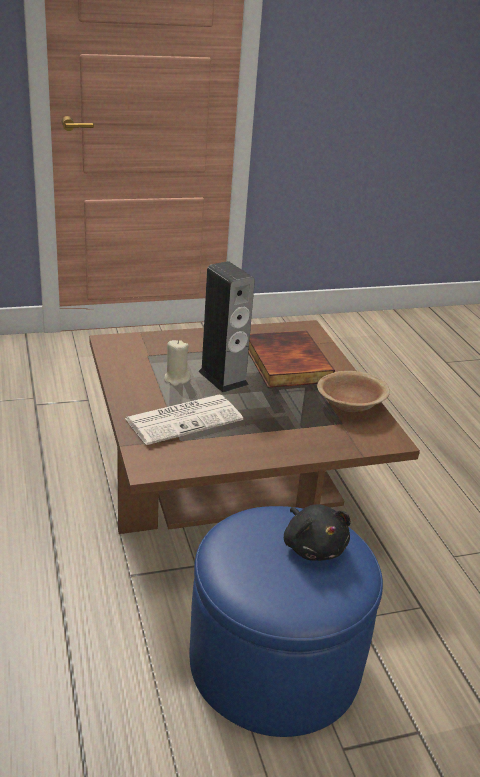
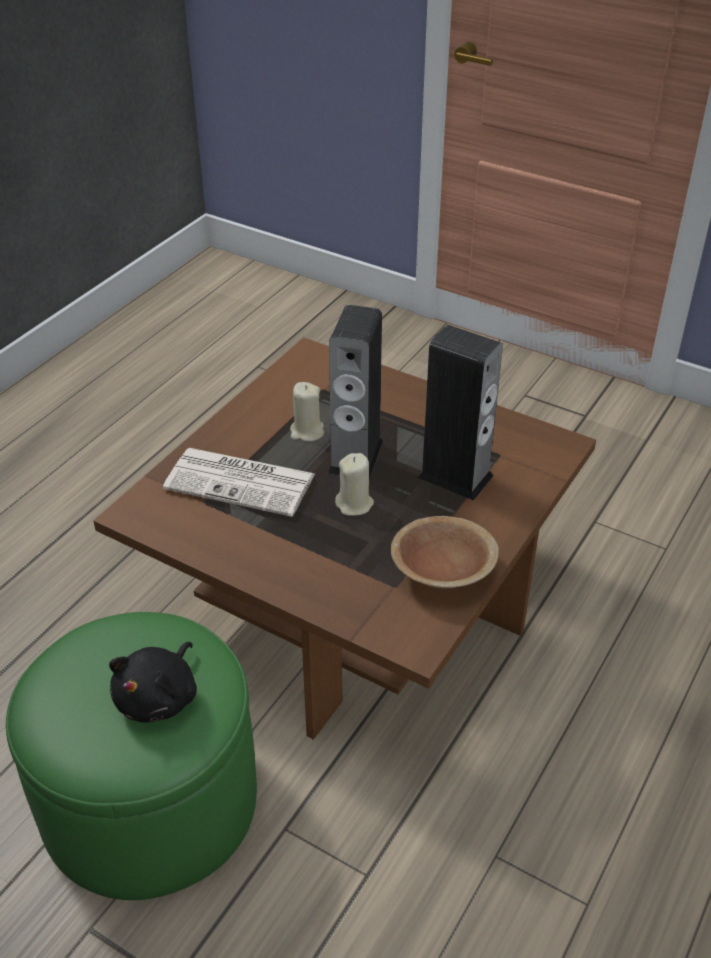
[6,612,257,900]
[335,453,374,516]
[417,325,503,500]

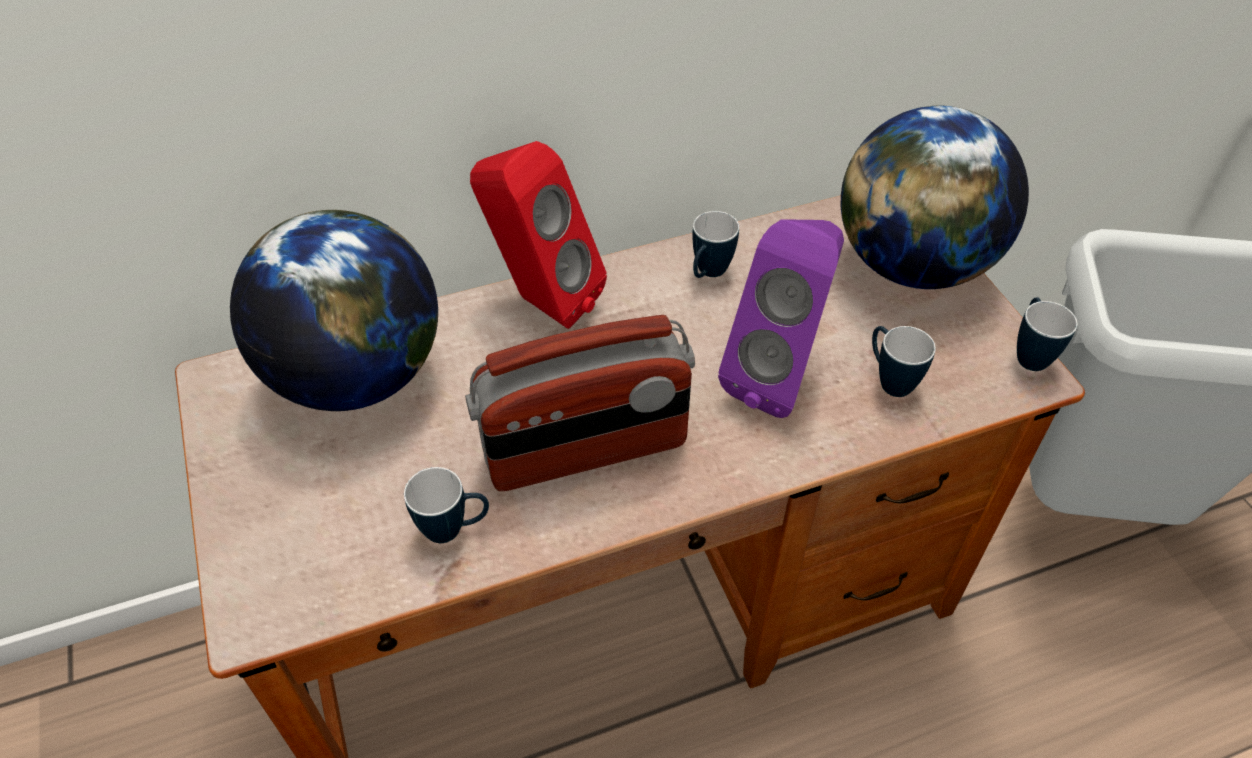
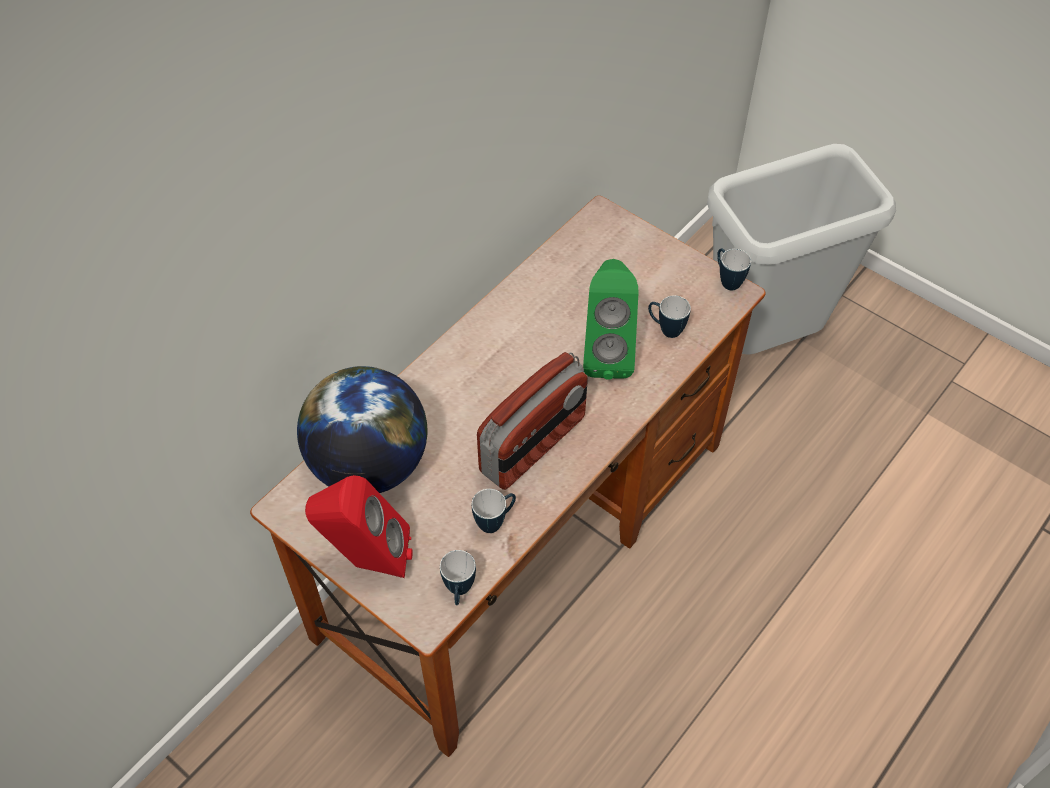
[305,475,413,578]
[440,550,476,605]
[583,259,638,380]
[841,106,1029,289] (first image)

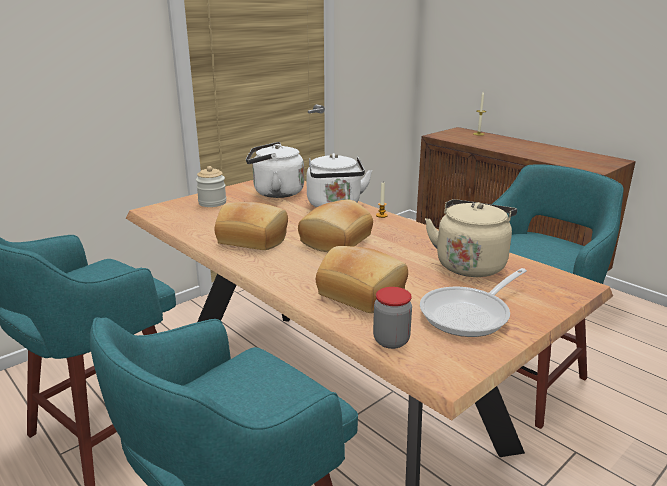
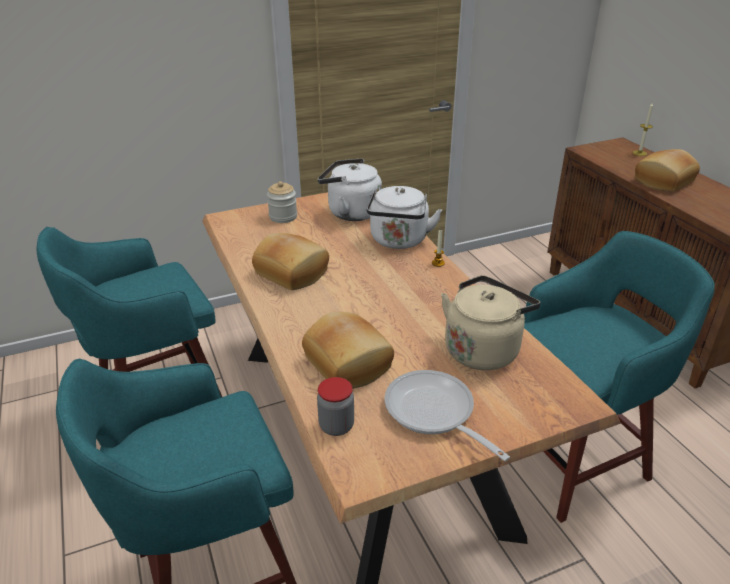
[385,370,510,461]
[635,149,700,191]

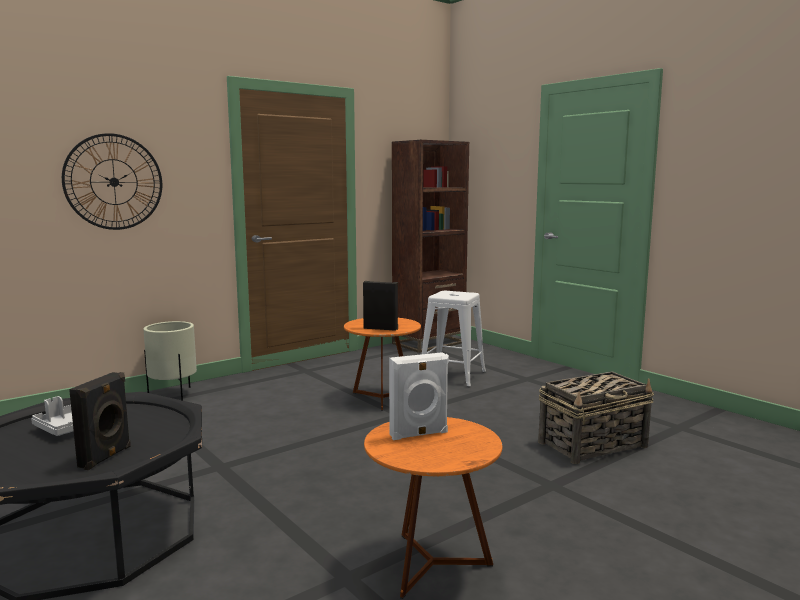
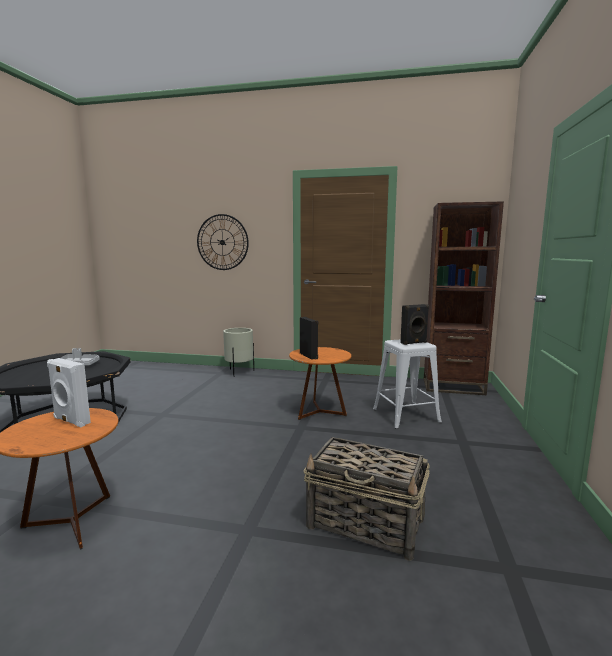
[400,304,429,345]

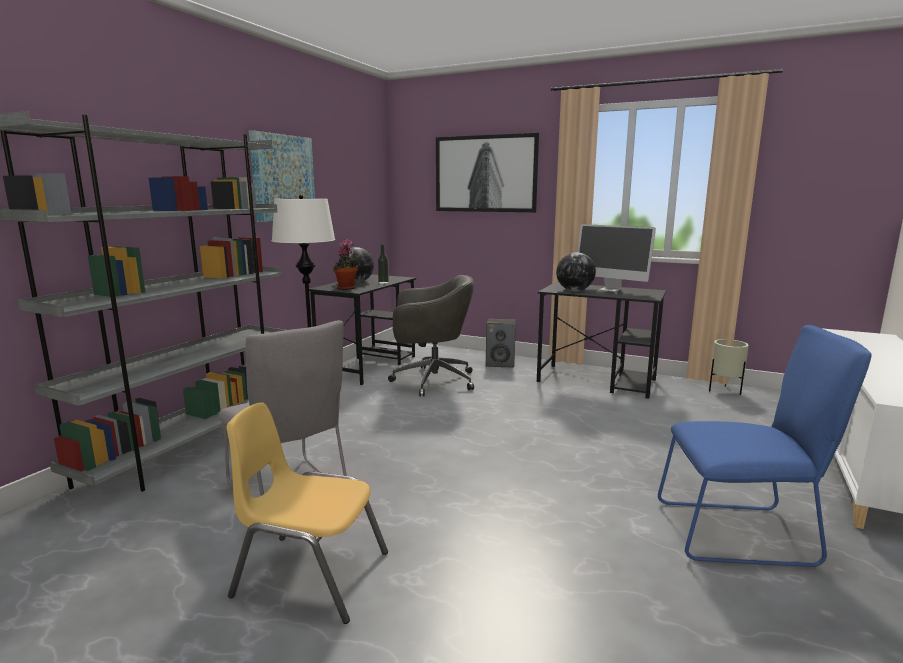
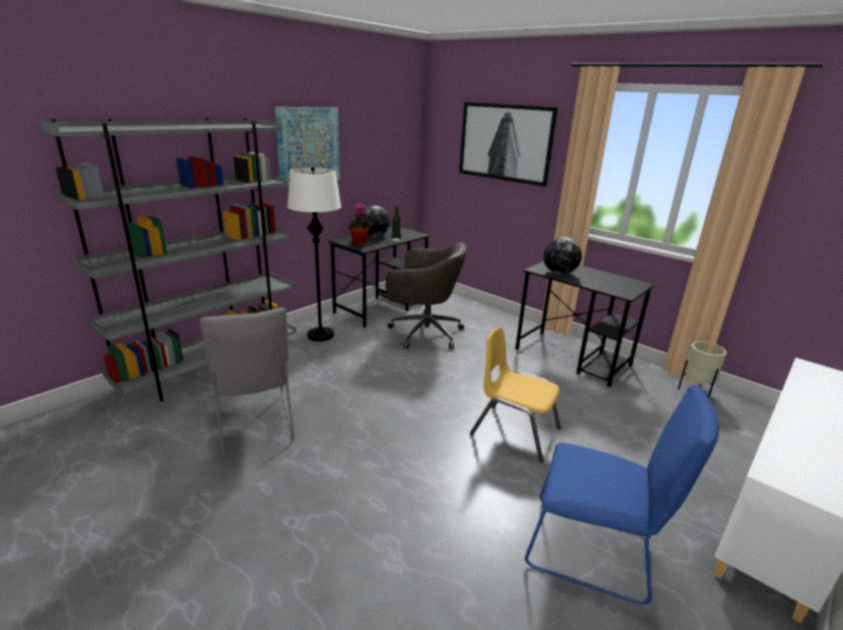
[470,327,561,463]
[486,319,516,368] (first image)
[577,224,656,292] (first image)

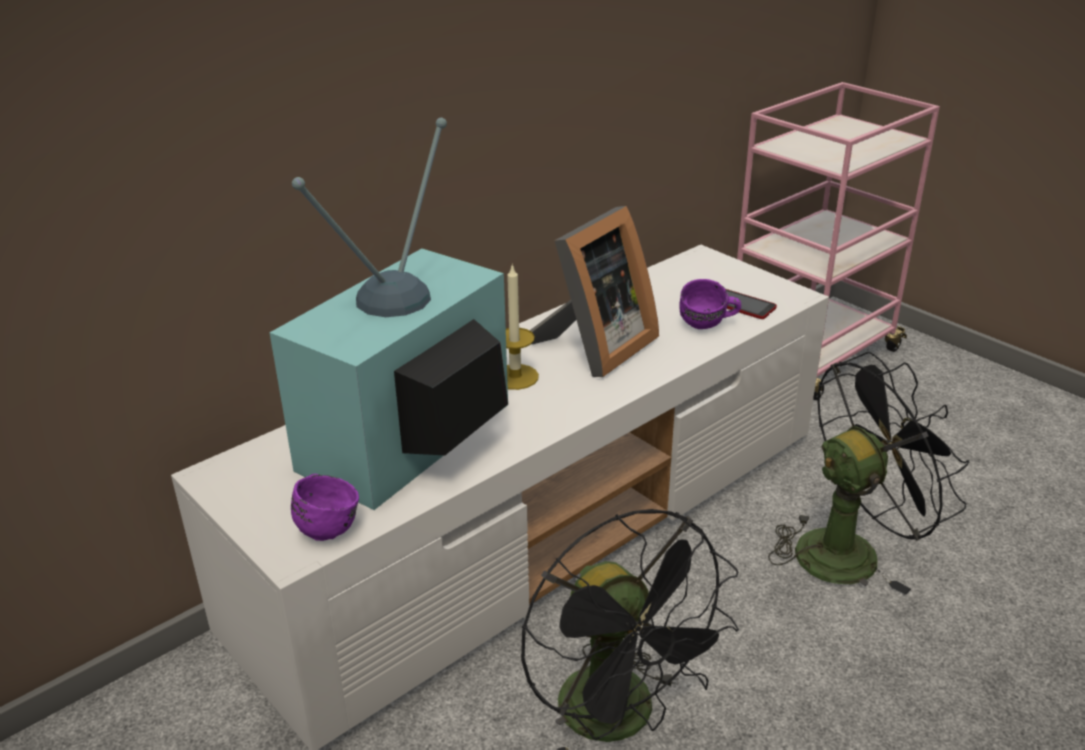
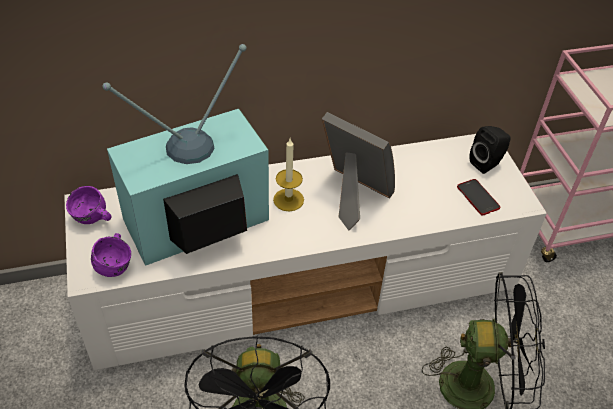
[66,186,111,224]
[322,112,395,231]
[469,126,511,174]

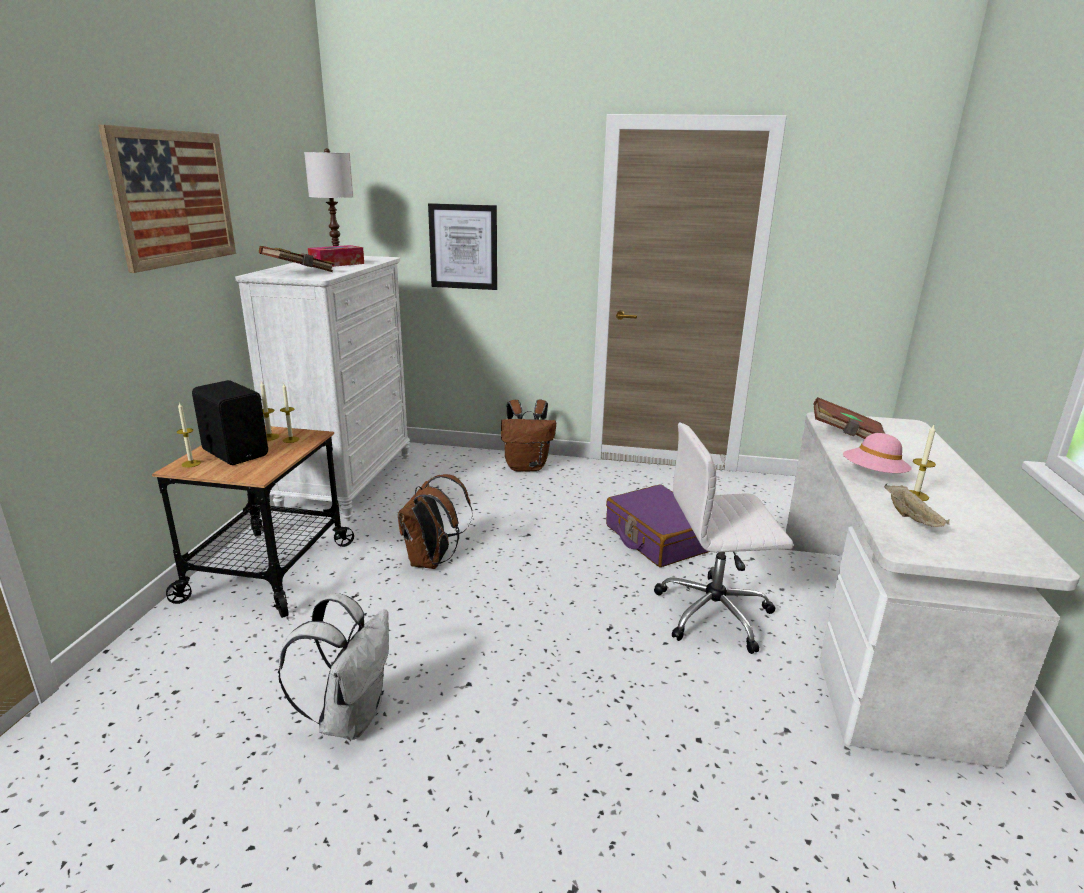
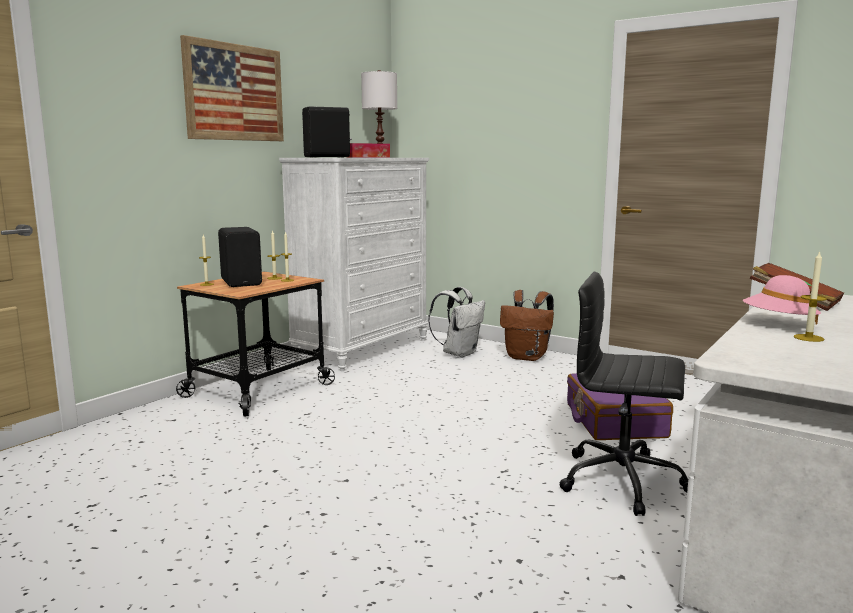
[302,106,352,157]
[428,287,485,358]
[559,272,688,516]
[398,474,473,569] (first image)
[428,203,497,290] (first image)
[884,484,950,527] (first image)

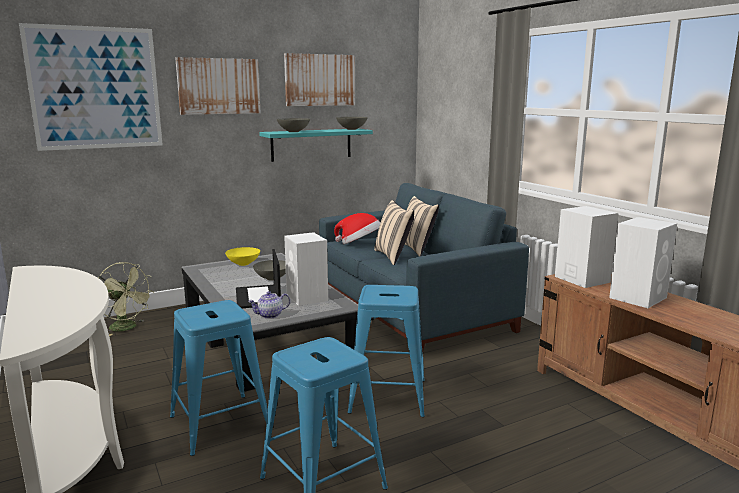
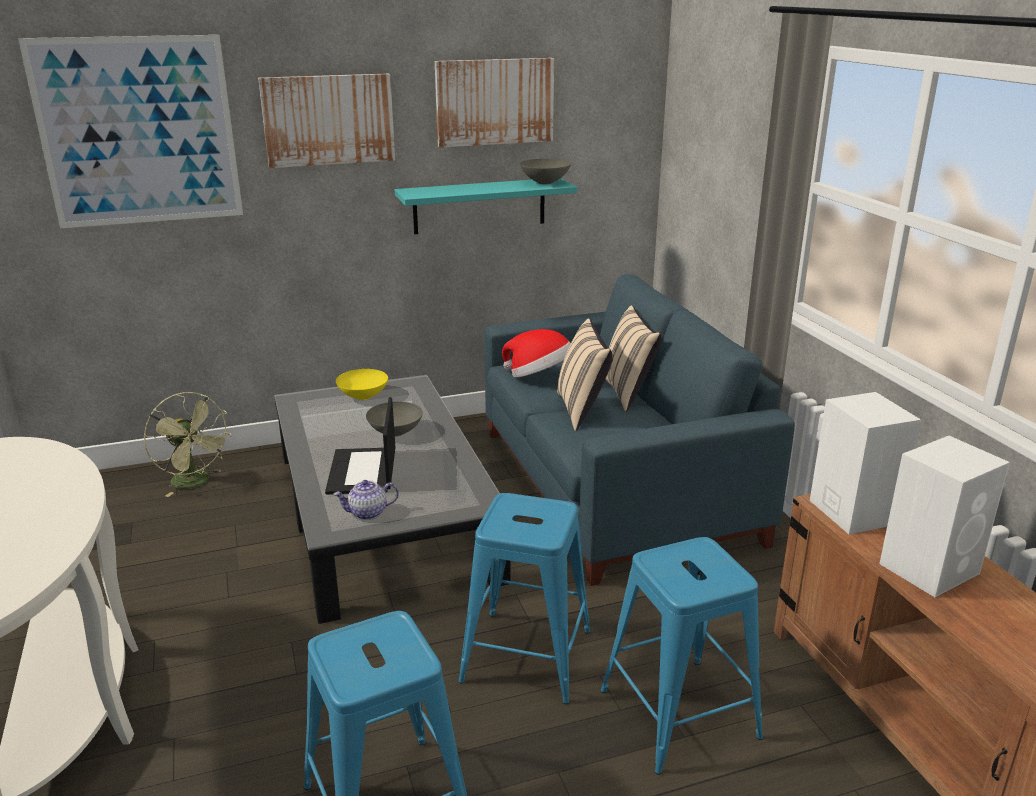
[601,537,763,774]
[277,118,310,132] (first image)
[284,232,328,306] (first image)

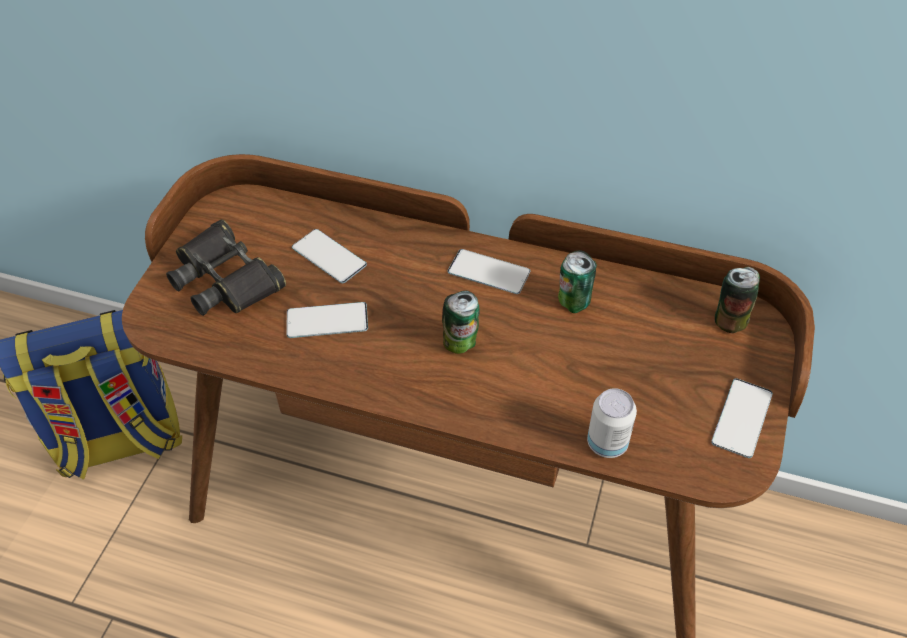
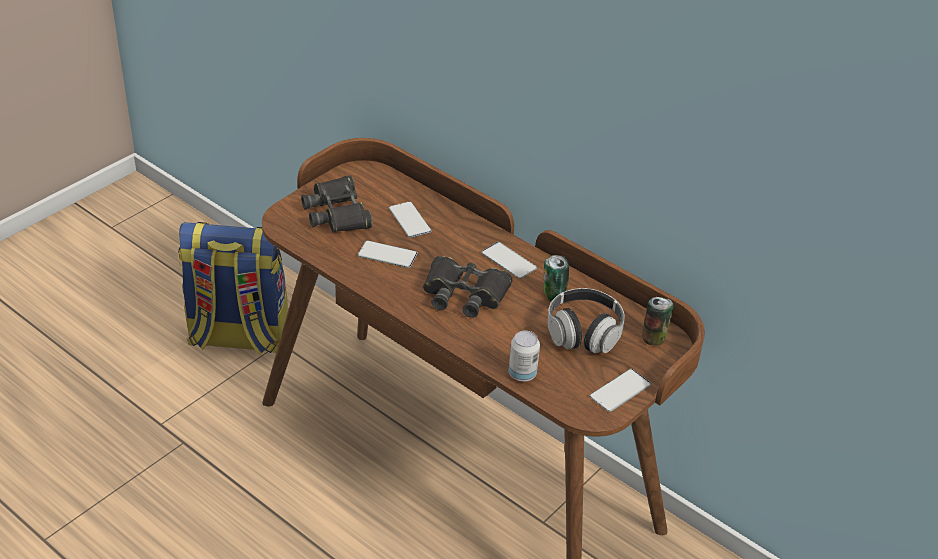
[423,256,513,318]
[547,288,625,353]

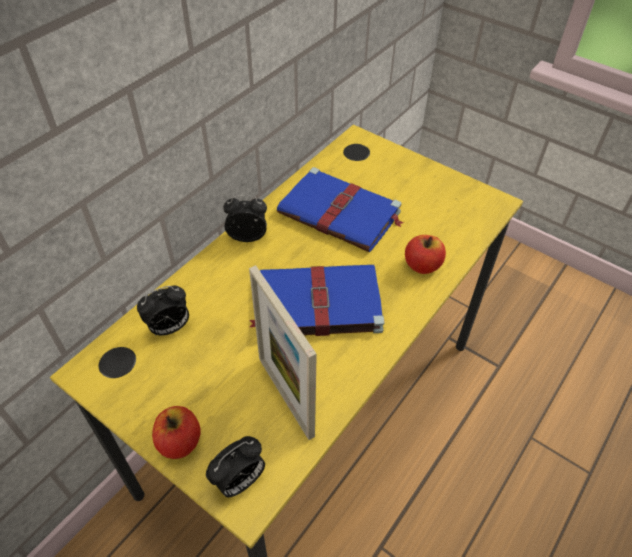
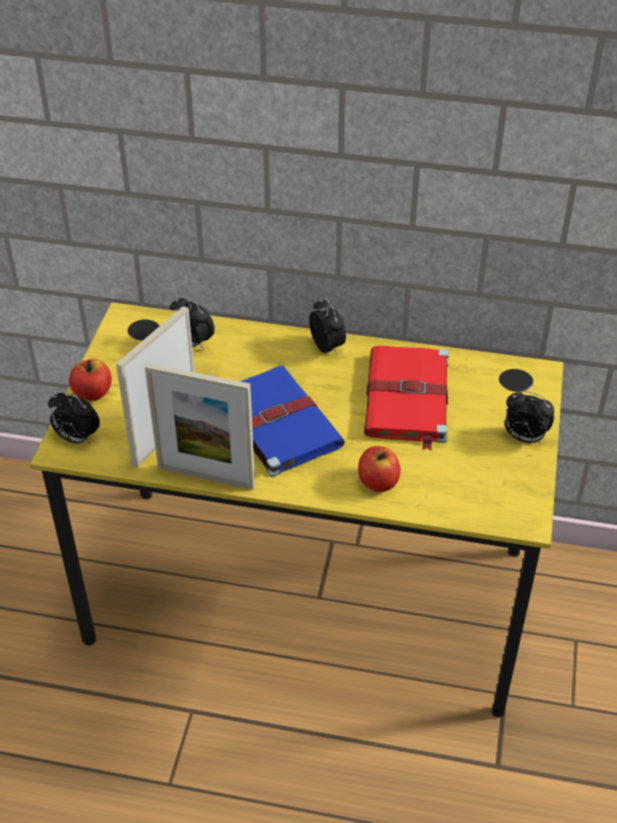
[145,363,255,490]
[364,345,449,450]
[505,391,554,444]

